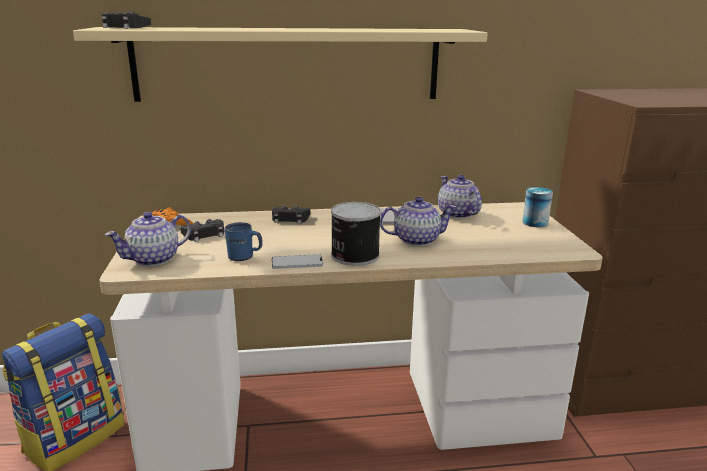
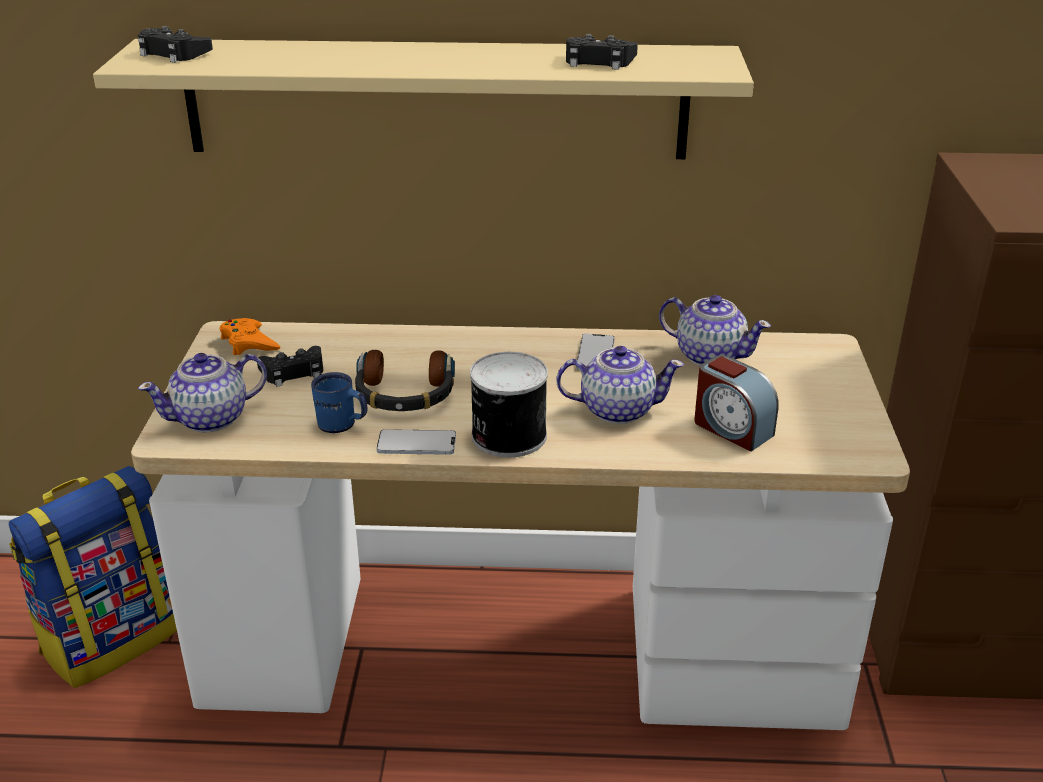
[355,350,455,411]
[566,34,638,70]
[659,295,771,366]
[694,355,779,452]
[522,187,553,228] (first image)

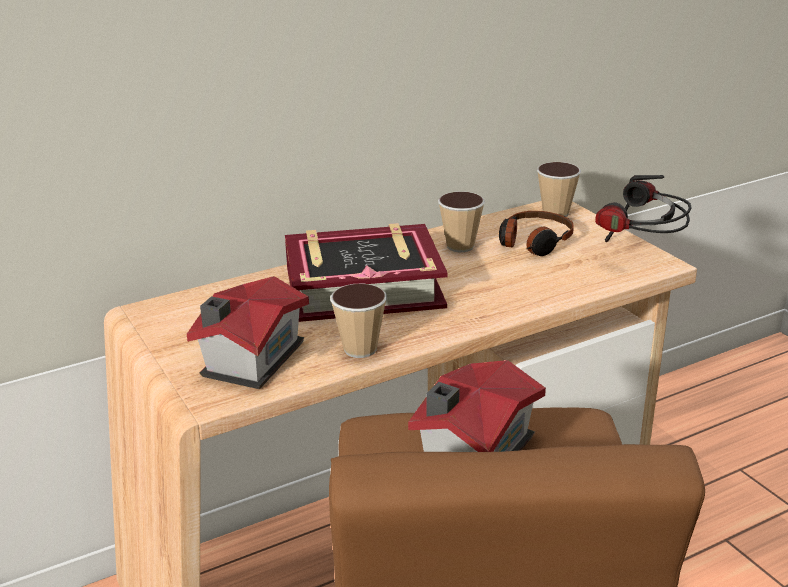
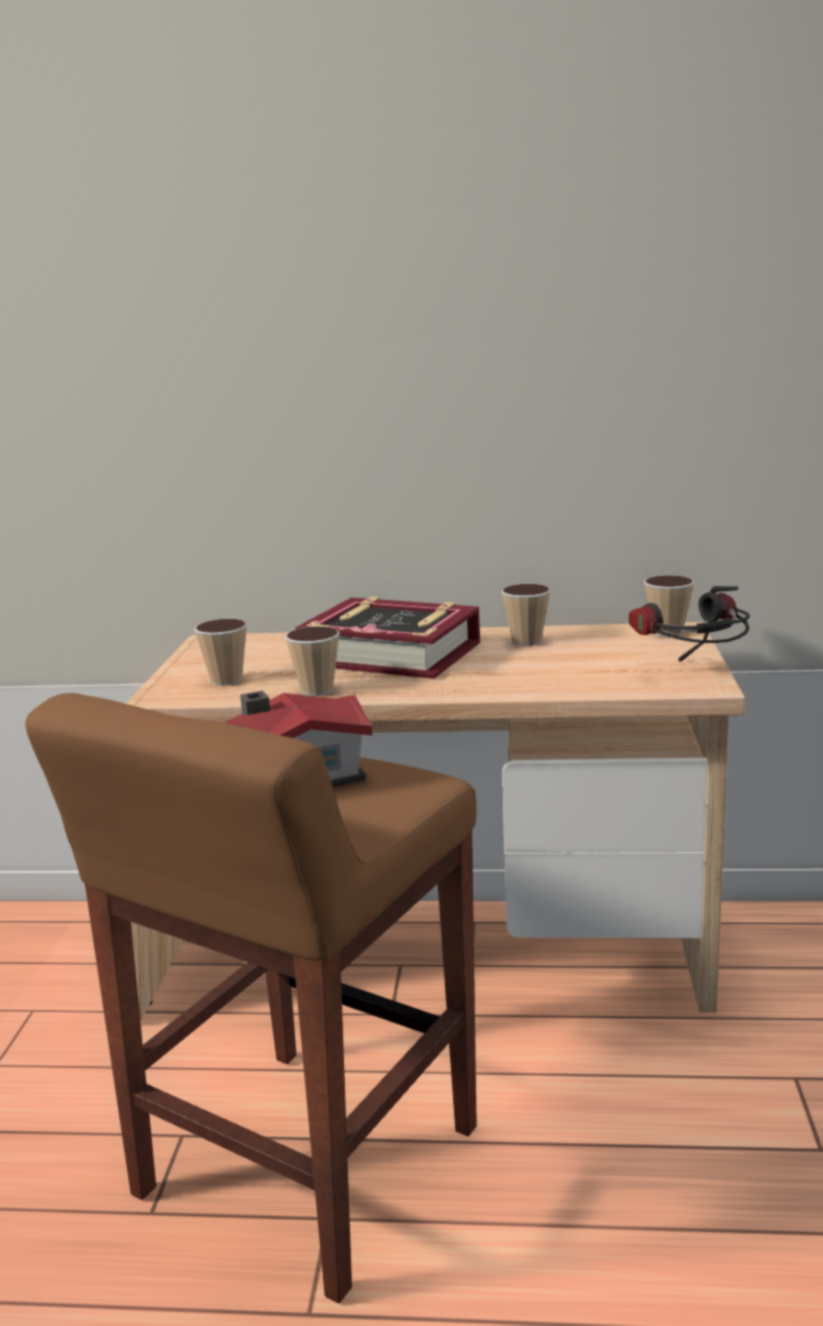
[194,618,247,686]
[499,211,574,256] (first image)

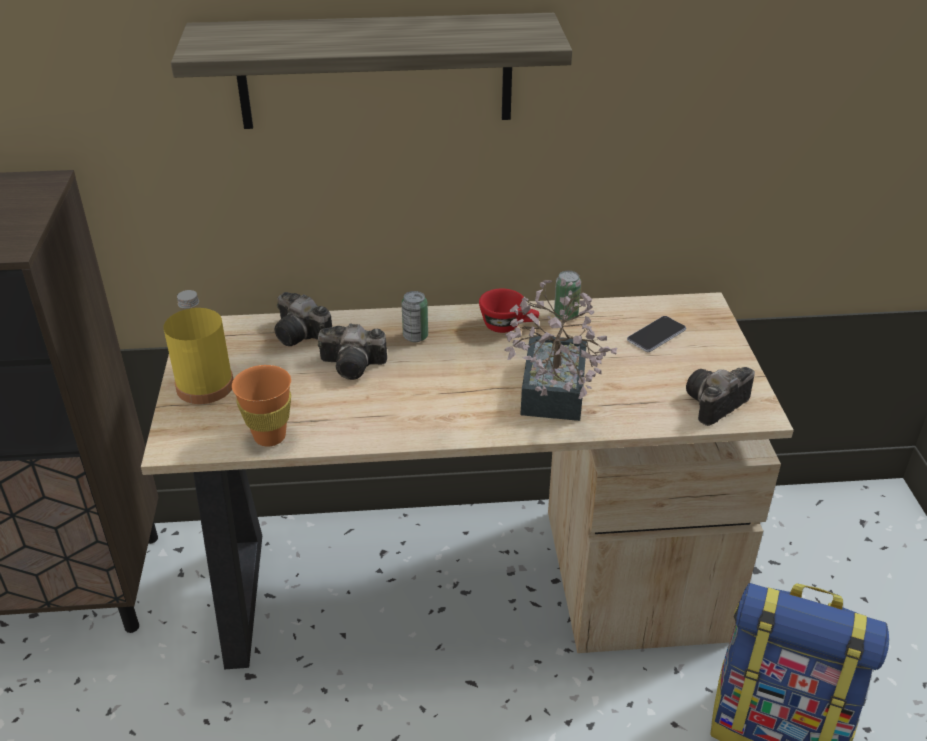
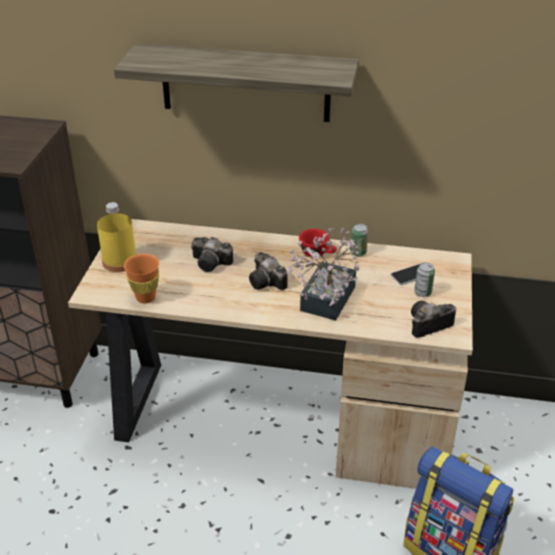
[249,252,288,290]
[414,262,435,297]

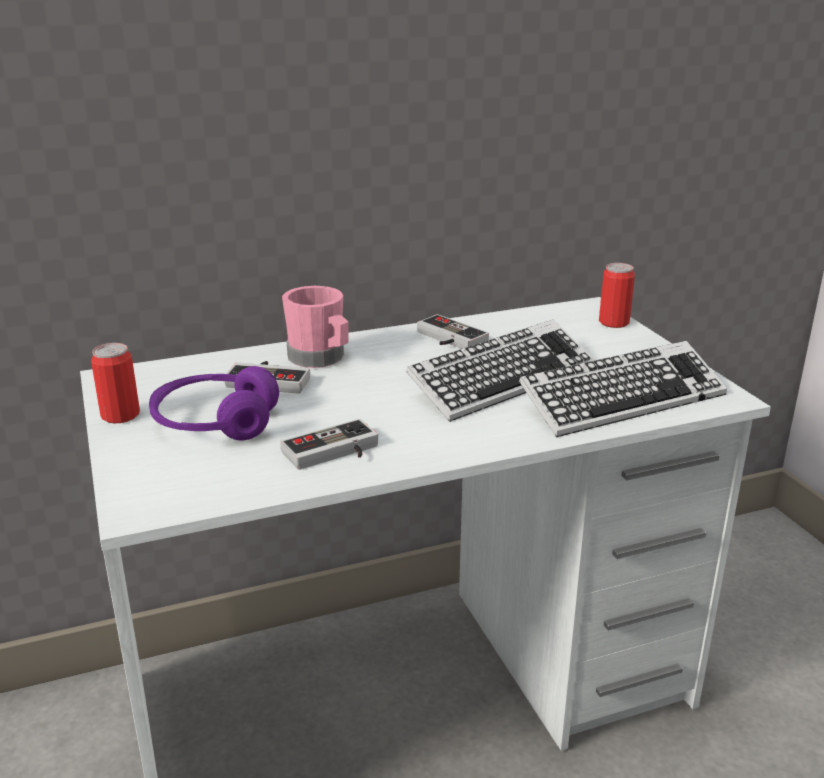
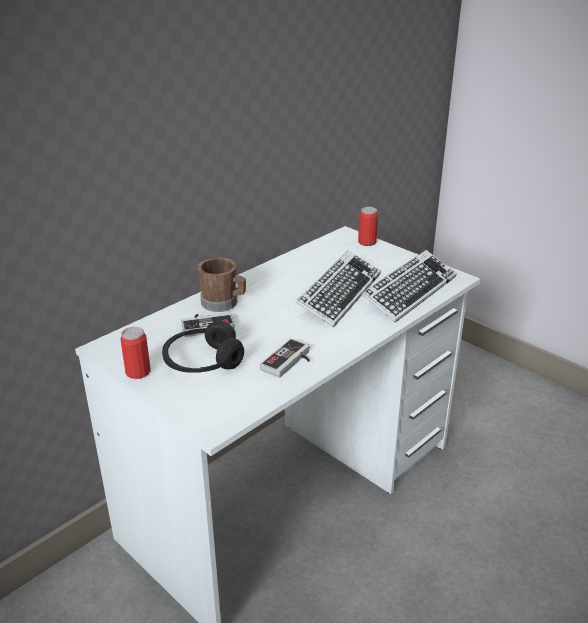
[162,321,244,373]
[197,258,246,312]
[417,314,489,349] (first image)

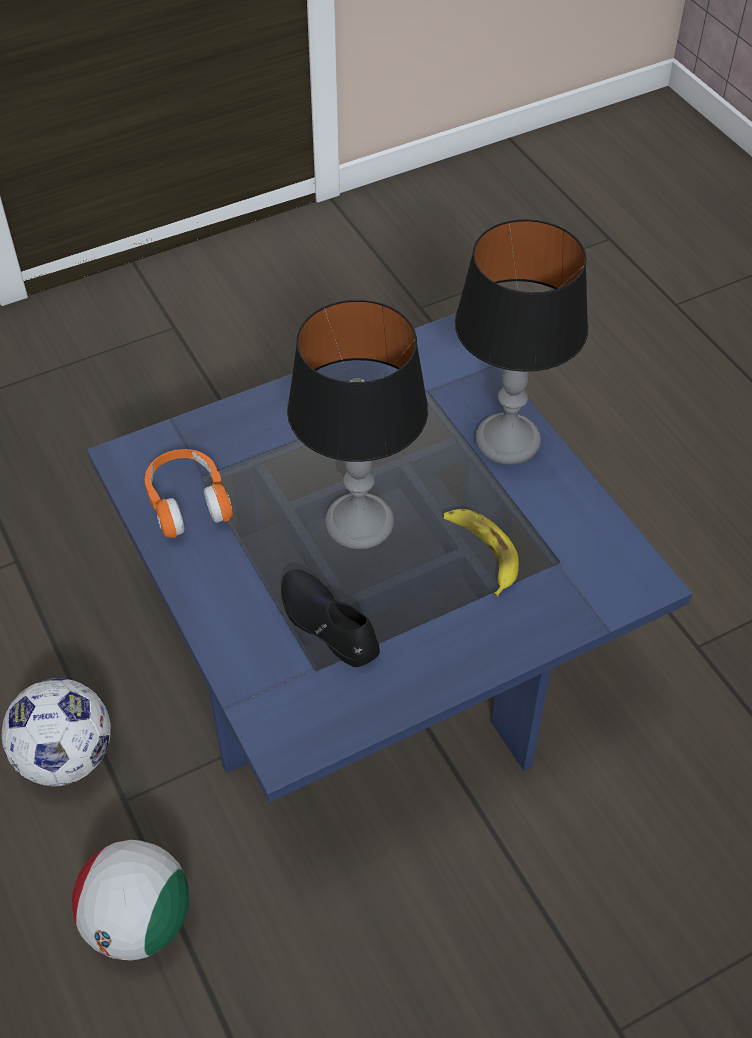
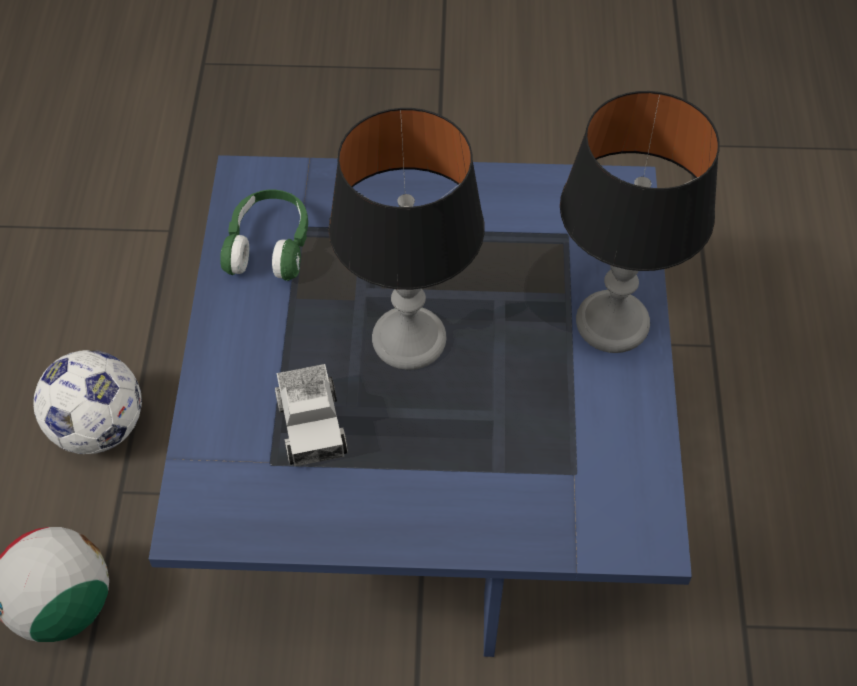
[220,190,308,281]
[275,364,348,467]
[444,509,519,596] (first image)

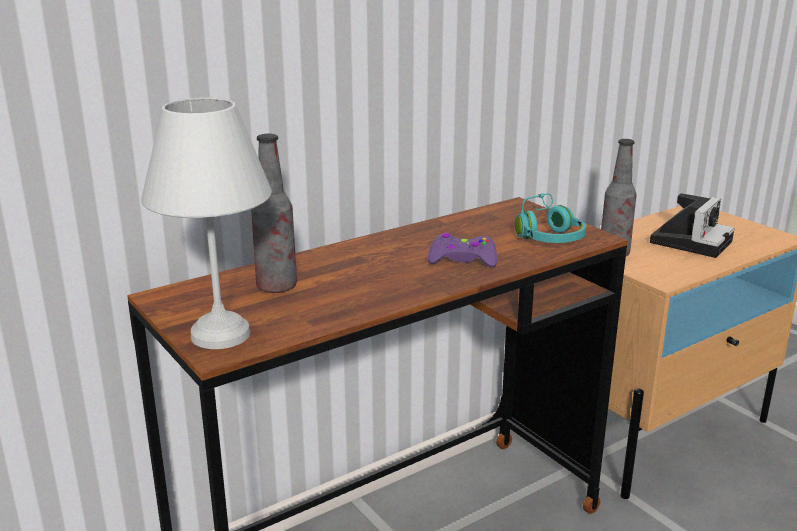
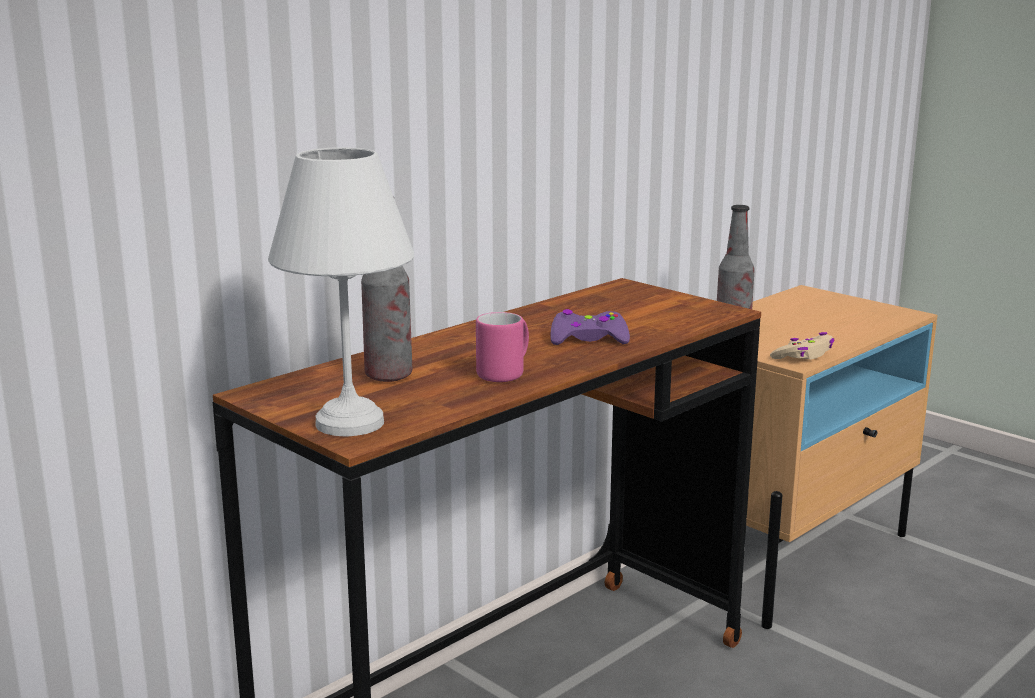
[476,312,529,382]
[770,332,834,359]
[515,193,586,243] (first image)
[650,193,735,258] (first image)

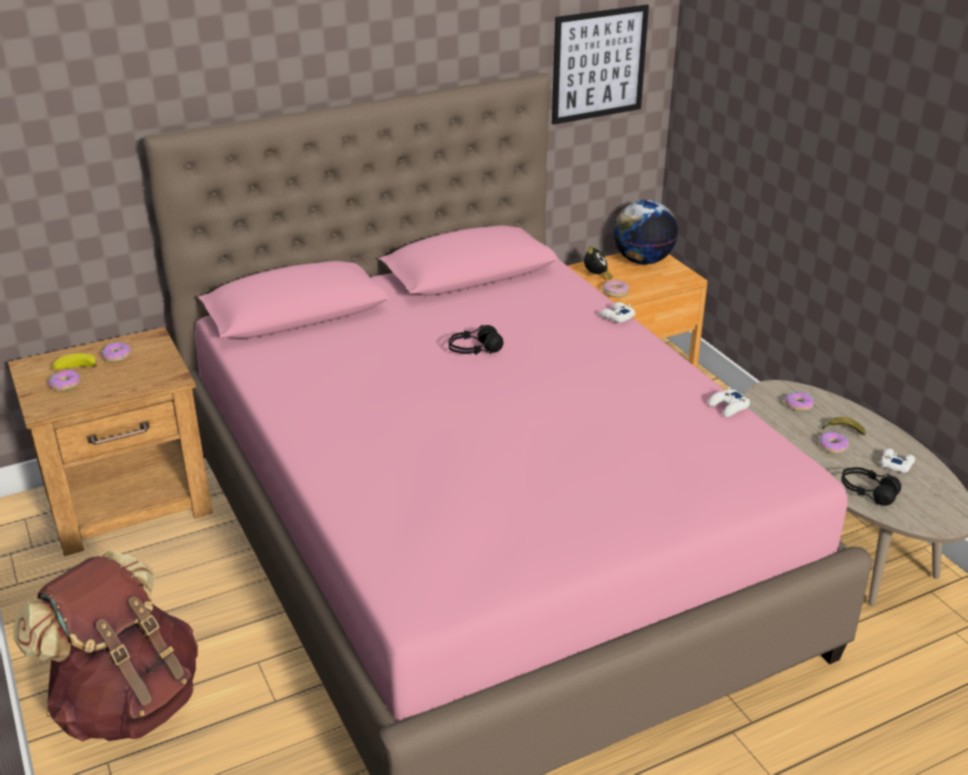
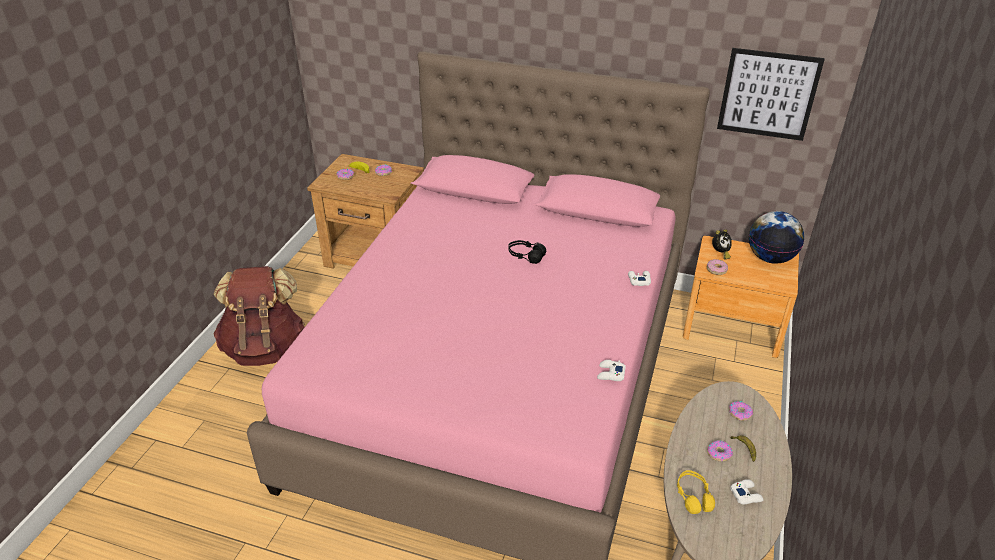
[677,470,715,514]

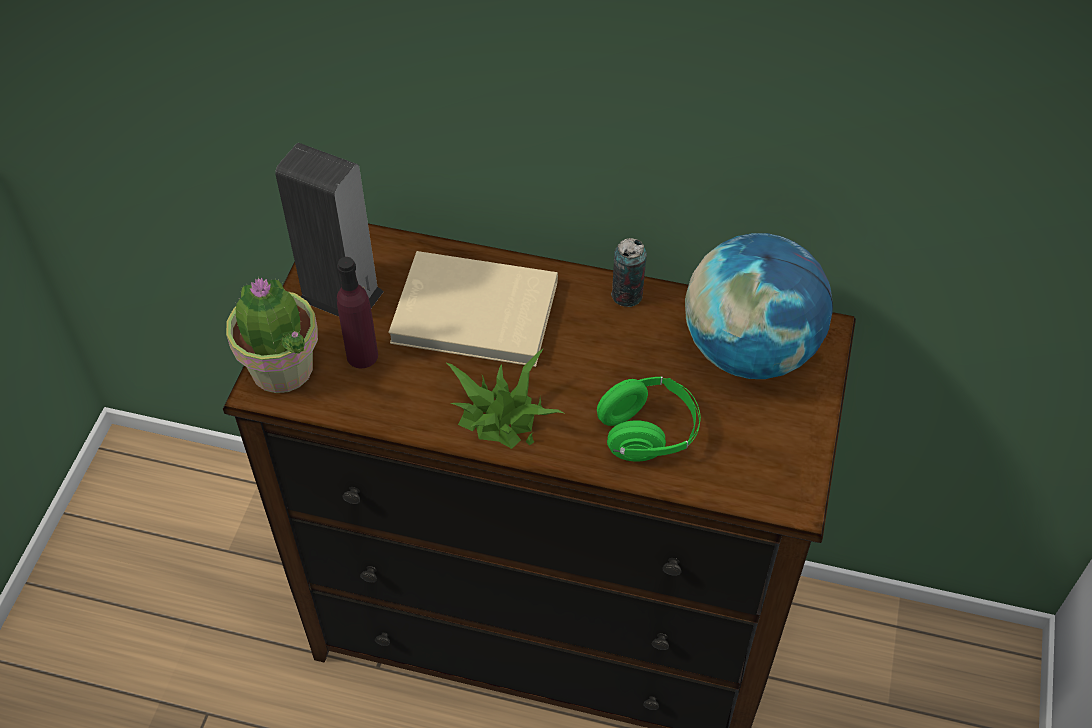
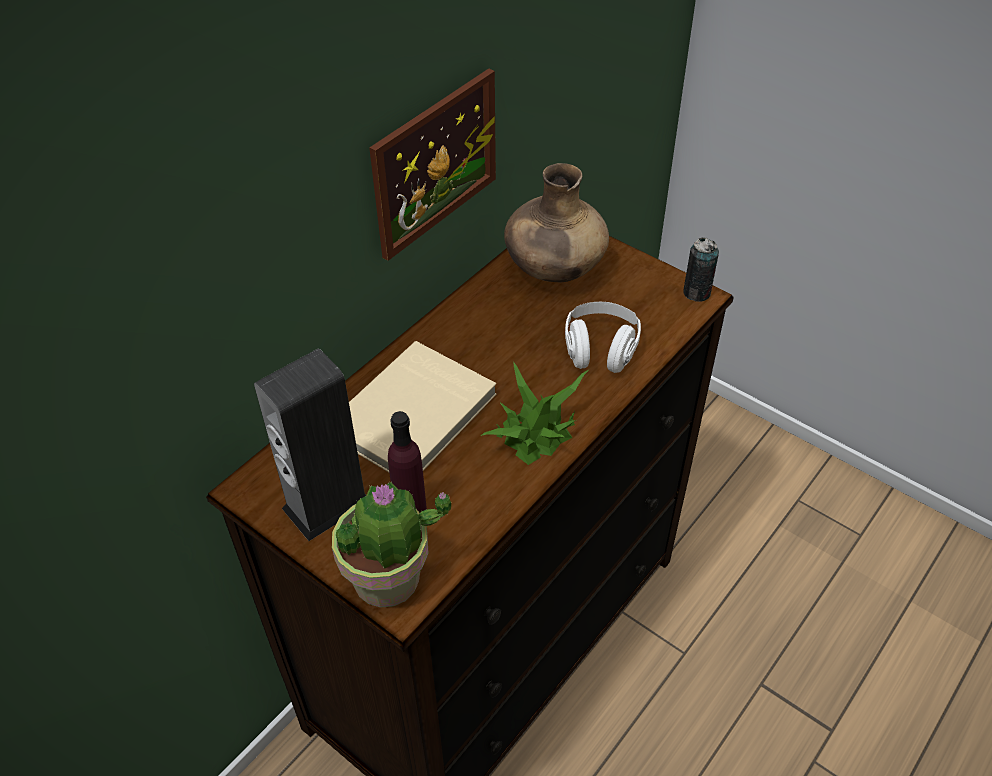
[369,69,496,261]
[504,163,609,282]
[565,302,641,373]
[683,238,719,302]

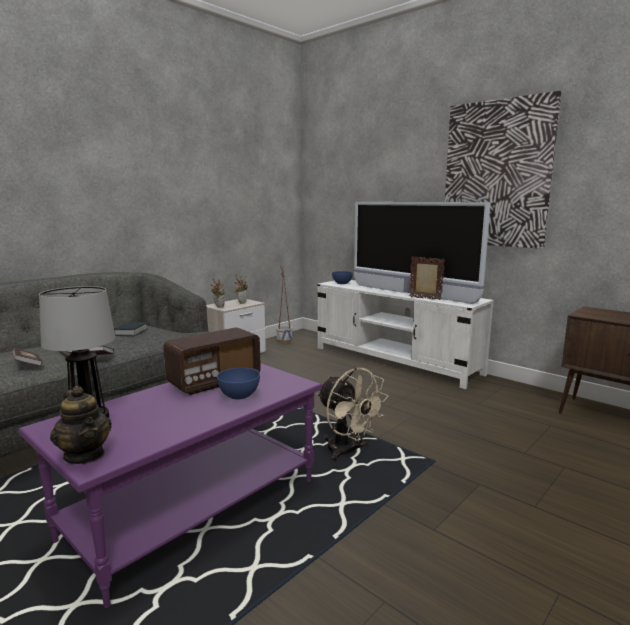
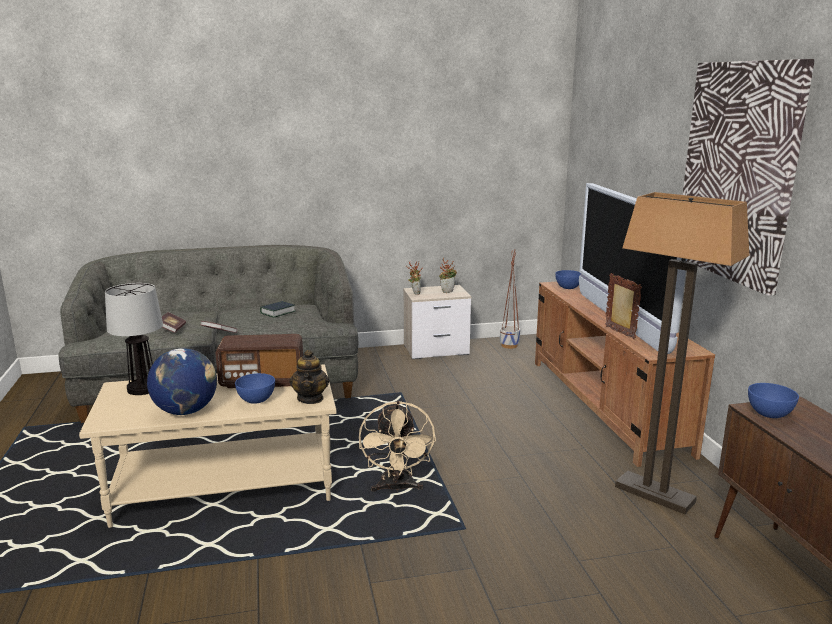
[79,364,337,528]
[147,348,217,415]
[289,350,329,404]
[535,282,715,467]
[615,192,750,514]
[748,383,799,418]

